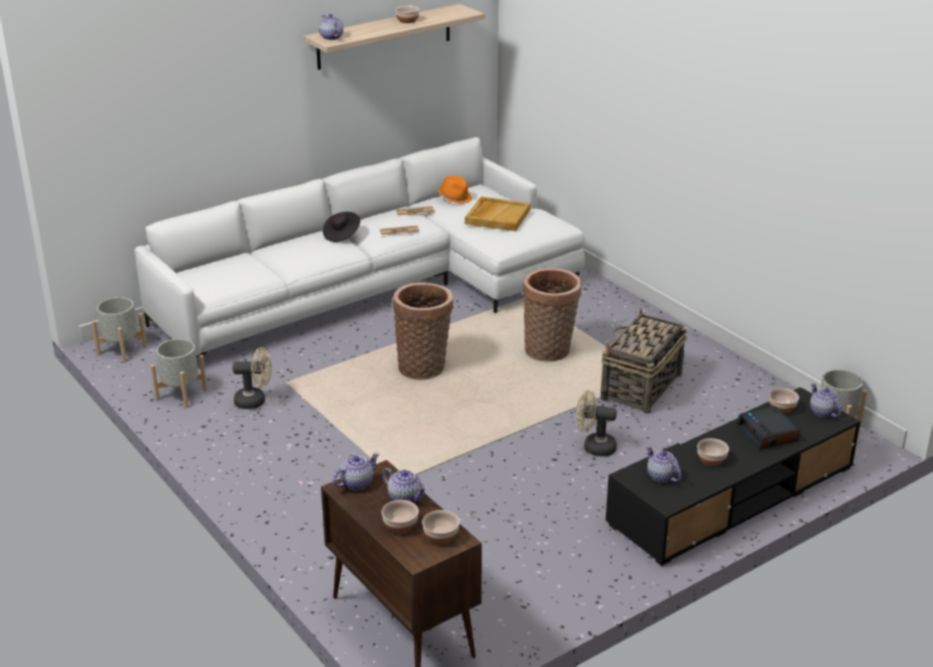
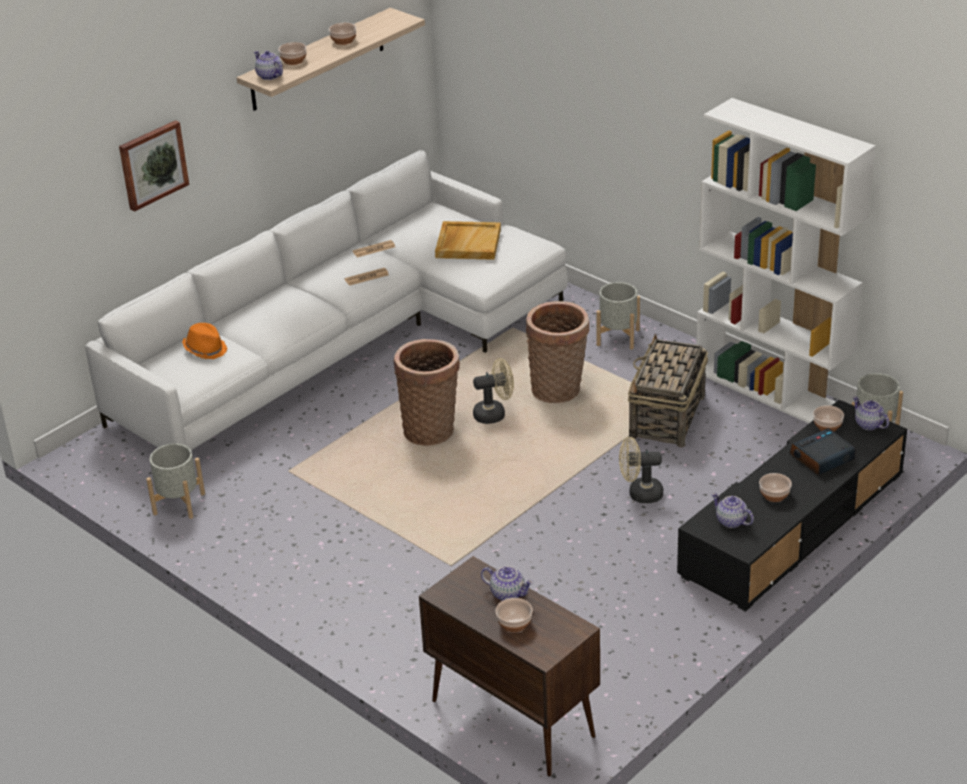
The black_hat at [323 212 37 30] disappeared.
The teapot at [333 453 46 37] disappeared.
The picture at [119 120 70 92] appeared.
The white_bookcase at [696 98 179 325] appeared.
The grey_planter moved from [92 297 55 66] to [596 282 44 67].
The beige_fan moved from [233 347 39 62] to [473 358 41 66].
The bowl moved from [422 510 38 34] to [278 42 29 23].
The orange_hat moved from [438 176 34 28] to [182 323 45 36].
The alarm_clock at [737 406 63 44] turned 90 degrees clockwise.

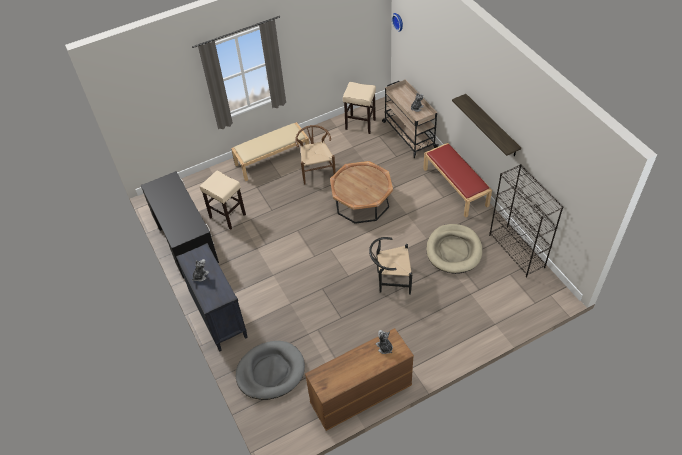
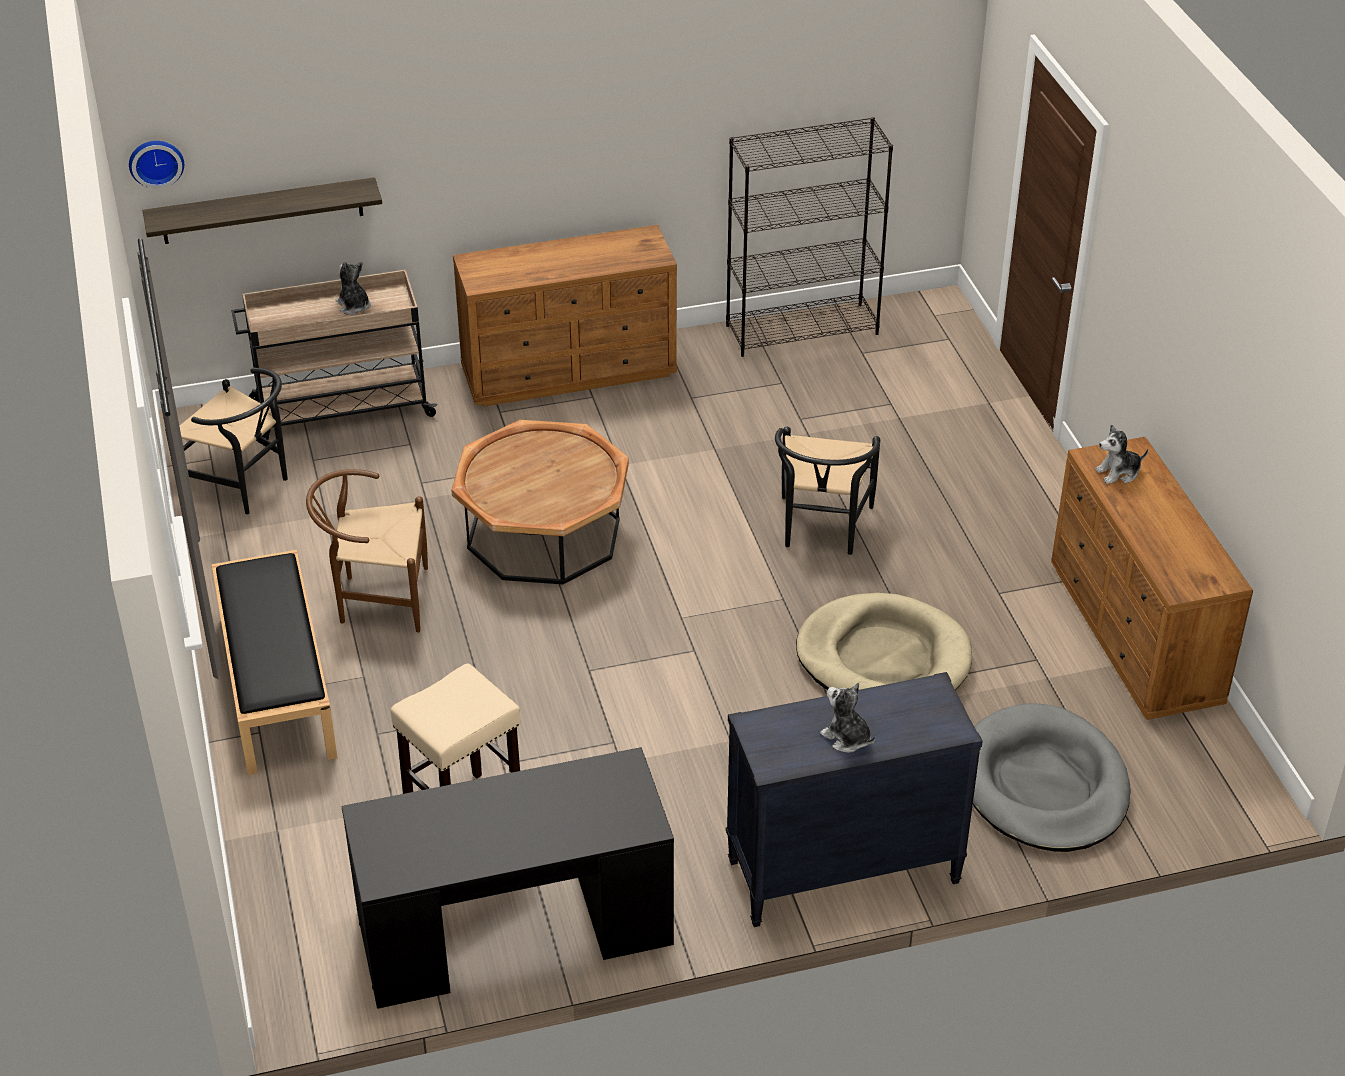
The beige_dog_bed moved from [426 224 56 50] to [796 593 176 97].
The shelf moved from [452 94 69 62] to [143 177 239 67].
The beige_stool at [343 82 33 52] was replaced by the black_chair at [165 368 123 147].
The red_bench at [423 143 69 75] was replaced by the brown_dresser at [453 225 224 182].
The beige_bench at [231 122 78 59] became the black_bench at [212 550 126 225].

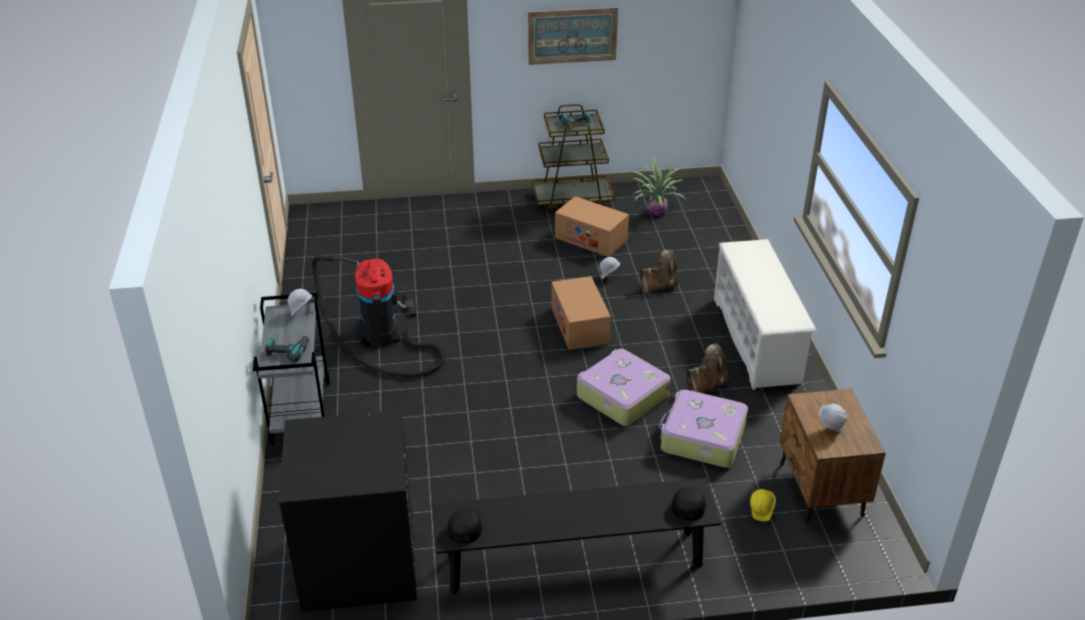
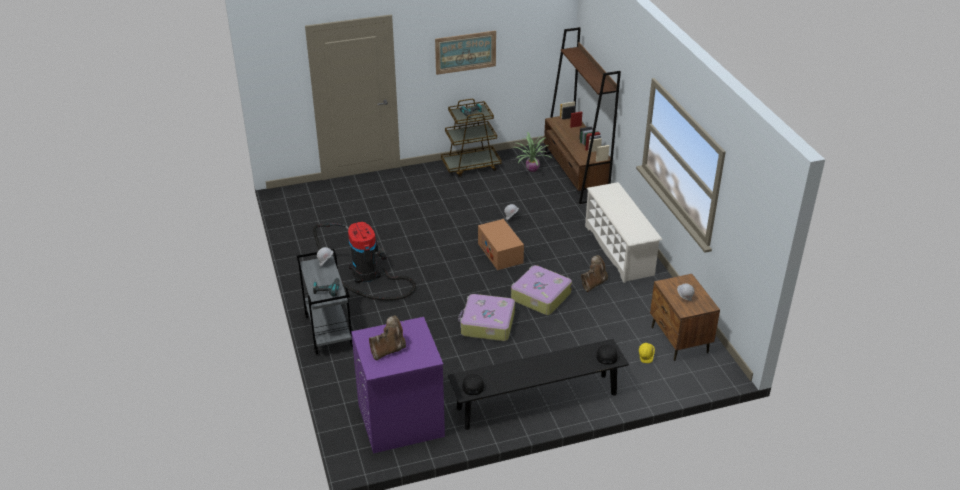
The cardboard_box at [555 196 74 61] disappeared.
The brown_bookcase at [544 27 77 177] appeared.
The brown_boot moved from [640 249 39 46] to [369 315 37 45].
The suitcase moved from [659 390 89 78] to [458 294 57 47].
The black_washing_machine at [278 410 139 202] became the purple_washing_machine at [351 317 94 136].

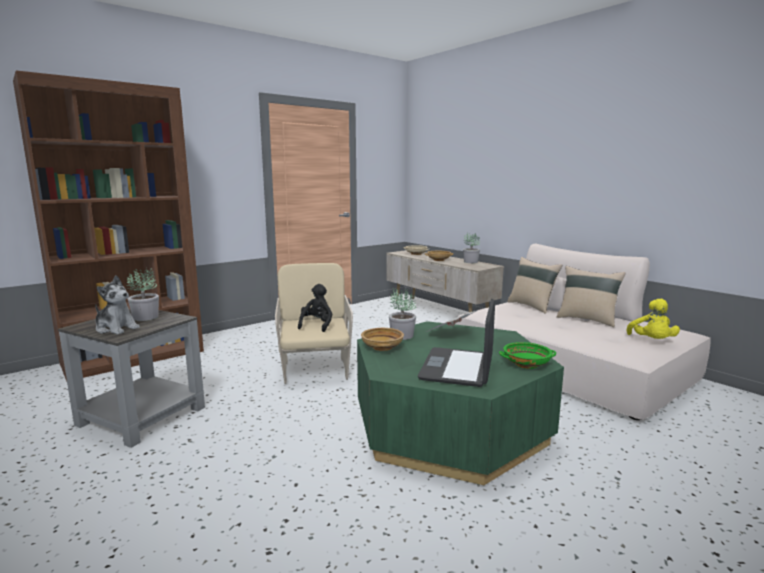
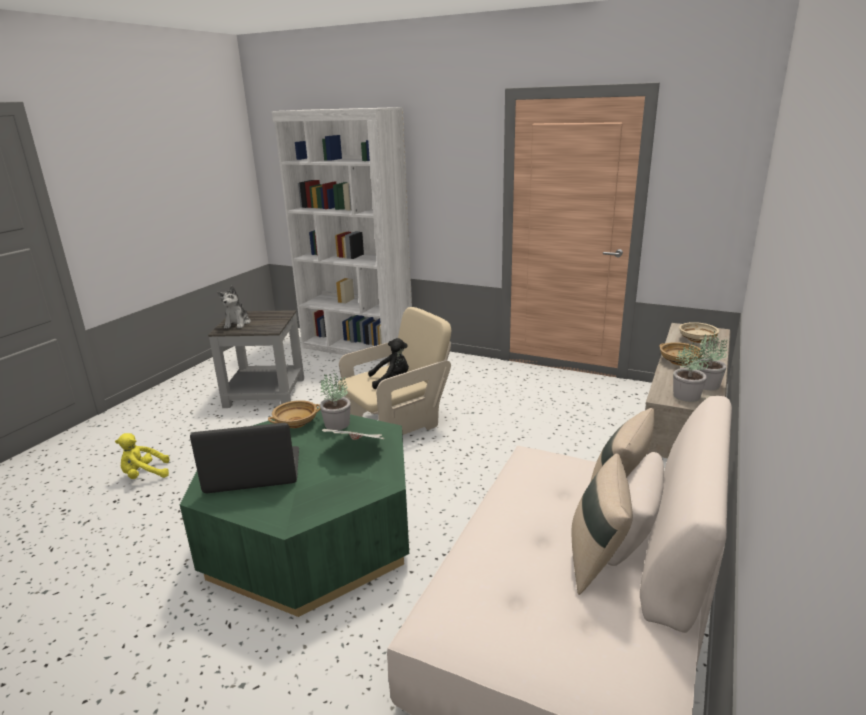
The green_bowl at [499 342 57 27] disappeared.
The potted_plant moved from [127 268 32 53] to [673 343 36 59].
The yellow_plush_toy moved from [627 299 53 40] to [115 433 54 46].
The brown_bookcase at [13 70 191 311] became the white_bookcase at [272 107 140 257].

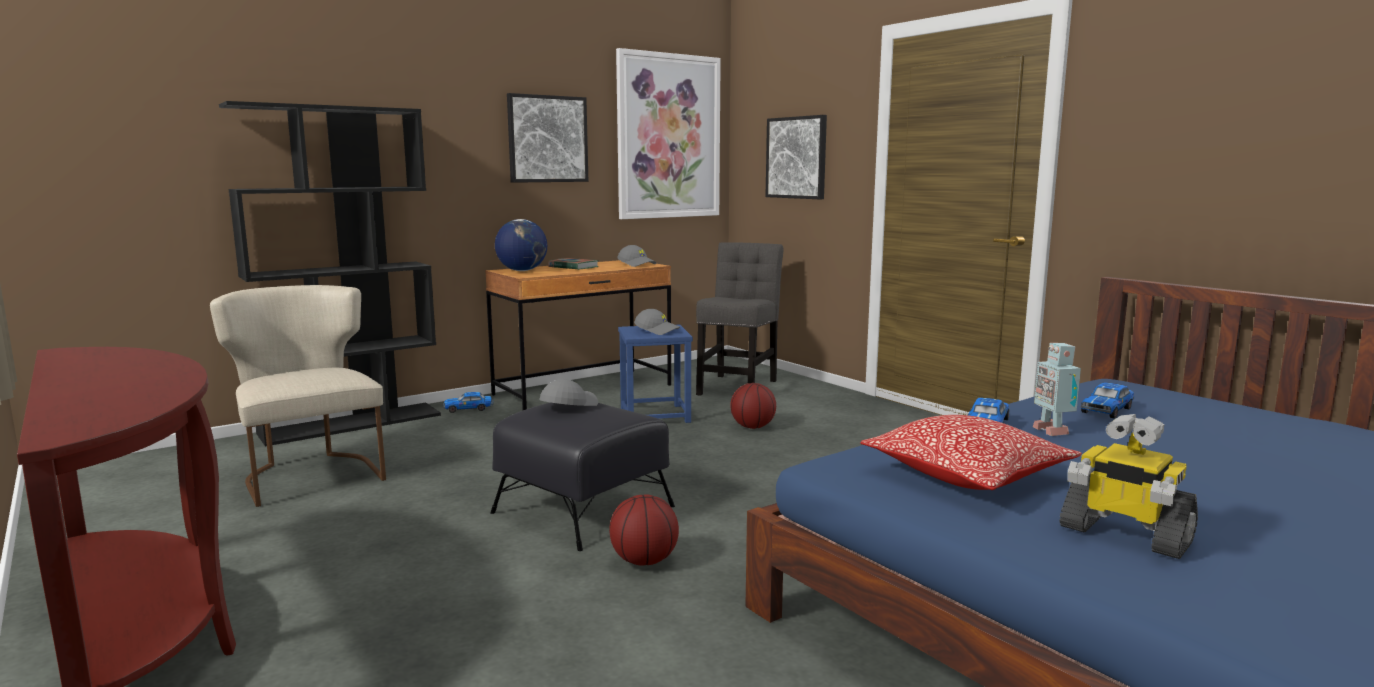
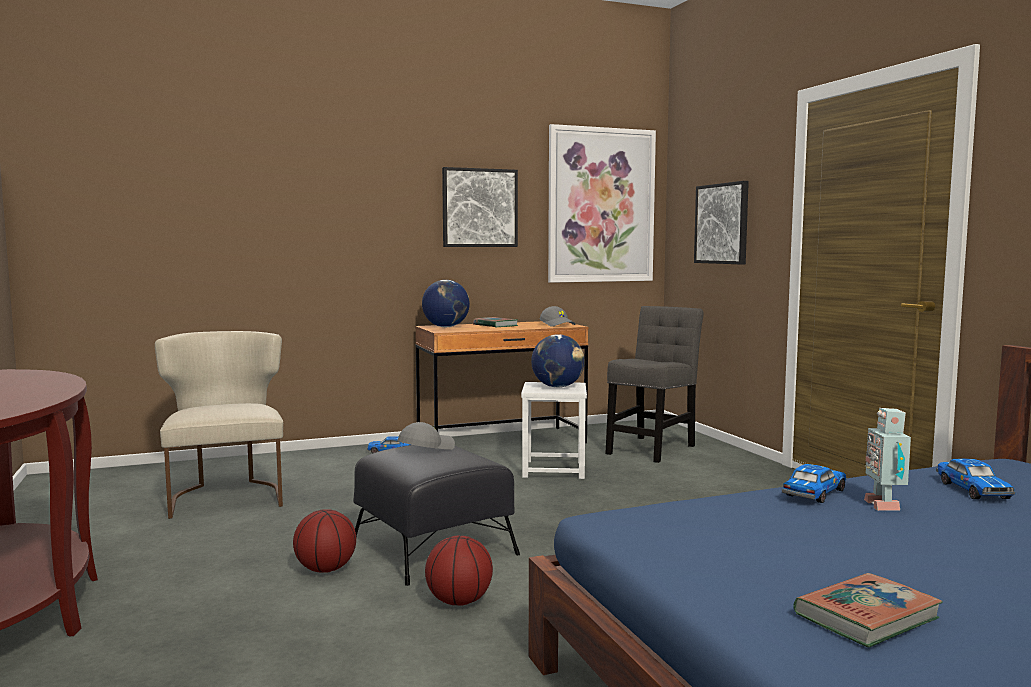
The black_bookcase at [219 101 222 345] disappeared.
The pillow at [860 415 222 75] disappeared.
The basketball moved from [730 383 46 46] to [293 509 63 64].
The grey_cap at [634 309 46 26] was replaced by the globe at [531 334 54 54].
The toy_robot at [1060 414 138 145] was replaced by the book at [793 573 150 74].
The blue_stool at [618 325 75 98] became the white_stool at [521 382 66 97].
The toy_car at [1081 382 53 37] turned 60 degrees counterclockwise.

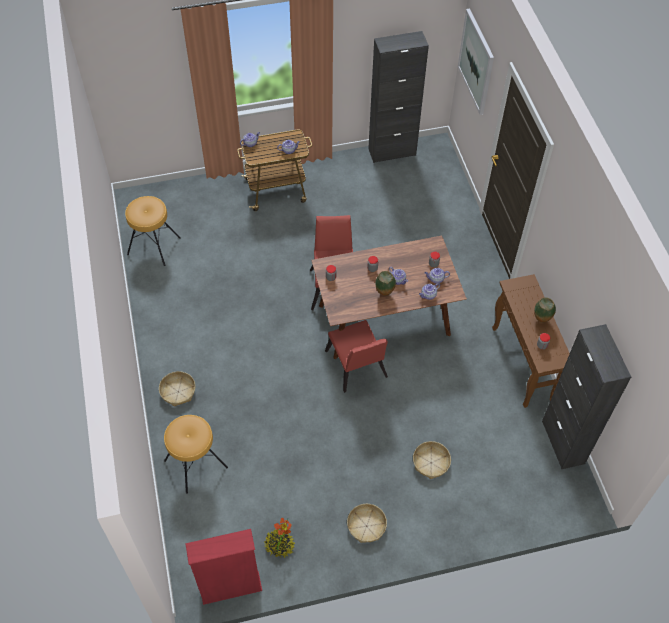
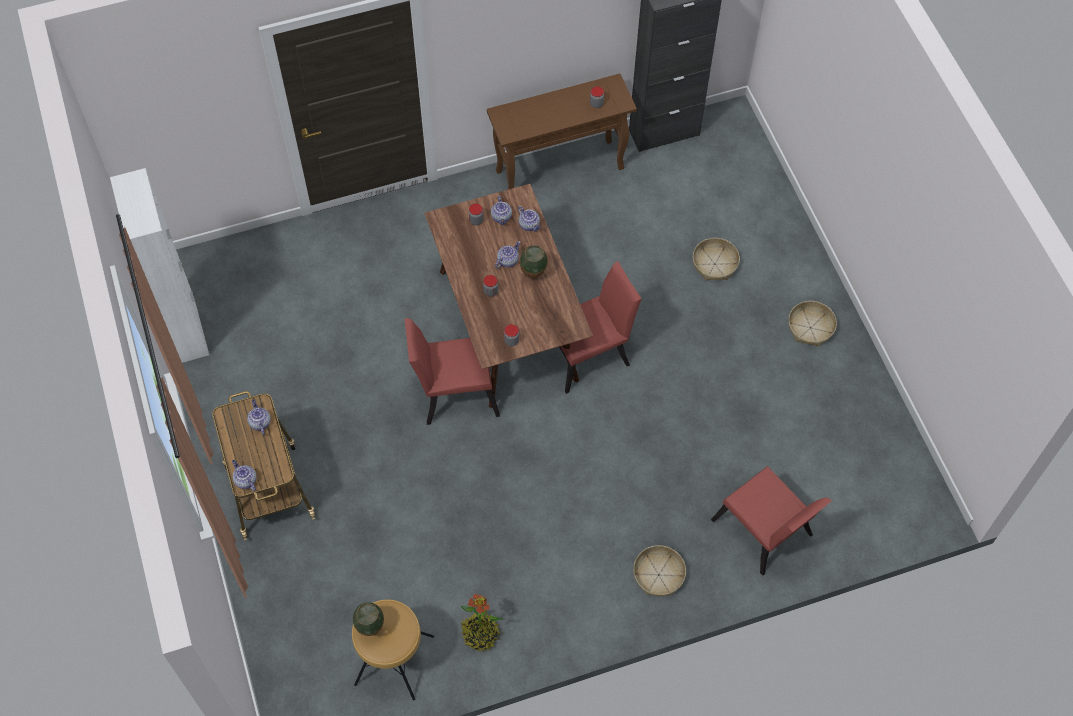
The red_bookcase at [185 529 77 76] disappeared.
The picture at [458 9 36 106] disappeared.
The potted_plant moved from [264 518 31 40] to [461 594 42 57].
The vase moved from [534 298 22 25] to [353 602 31 34].
The brown_stool at [164 415 64 79] was replaced by the red_chair at [711 466 121 110].
The black_cabinet at [368 31 61 132] became the white_cabinet at [110 168 99 195].

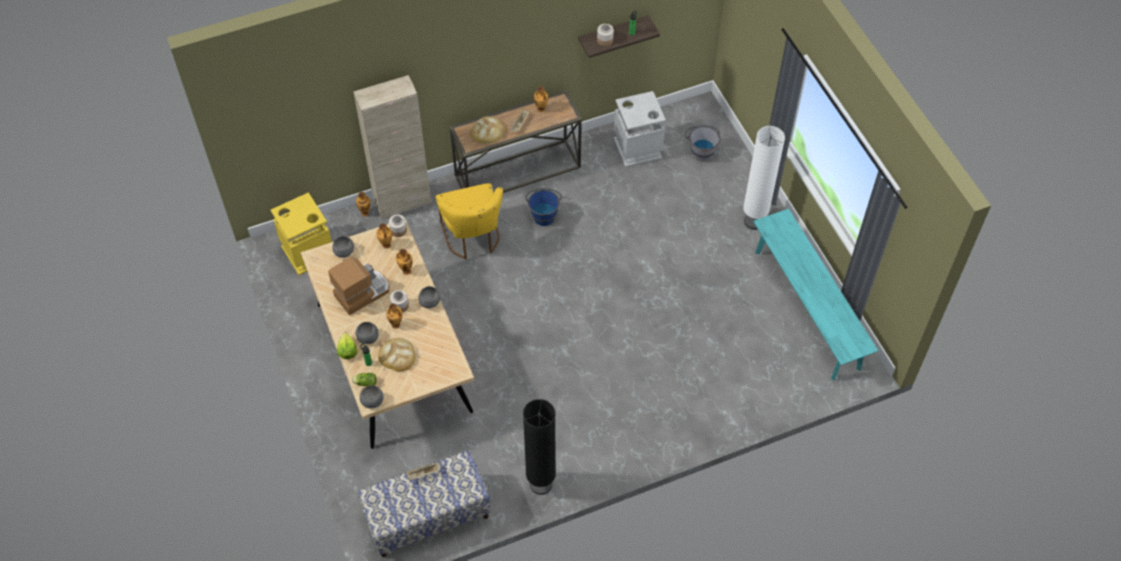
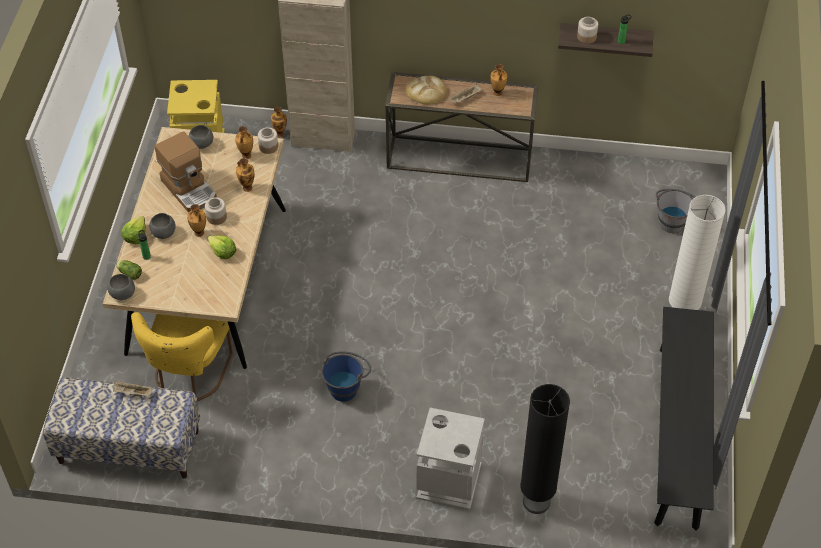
The bread at [378 338 38 34] disappeared.
The grey_bowl at [419 286 22 23] disappeared.
The lettuce at [207 235 30 24] appeared.
The yellow_chair moved from [435 183 68 77] to [131 312 102 90].
The black_floor_lamp moved from [523 399 33 96] to [520 384 50 130].
The blue_bucket moved from [525 188 37 38] to [321 351 50 51].
The grey_trash_can moved from [614 91 52 76] to [416 408 69 102].
The turquoise_bench at [753 209 125 172] became the black_bench at [654 307 60 224].
The coffee_machine at [328 257 62 58] turned 60 degrees clockwise.

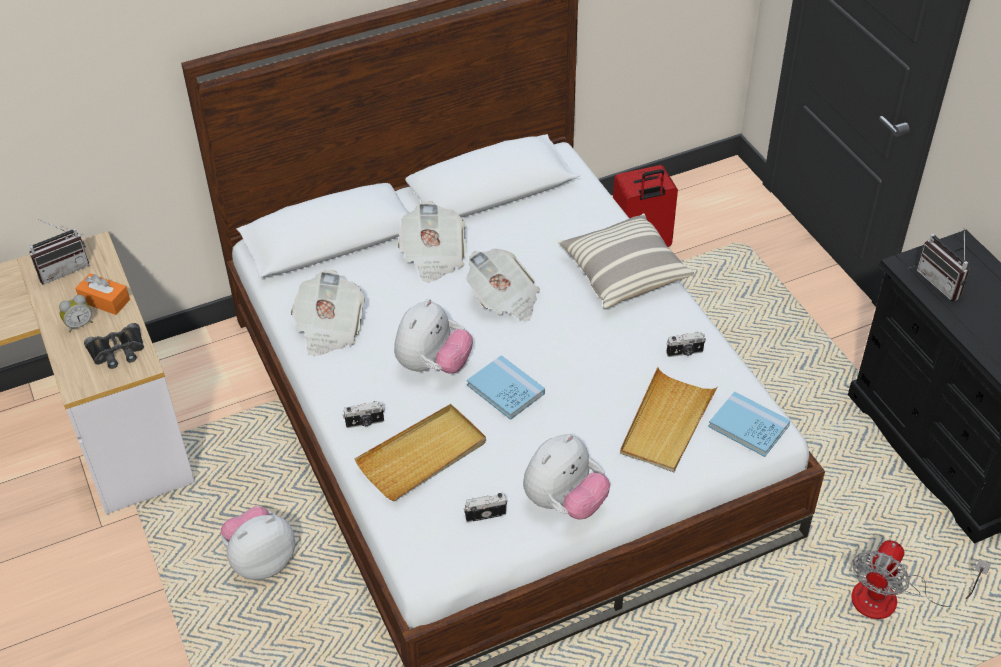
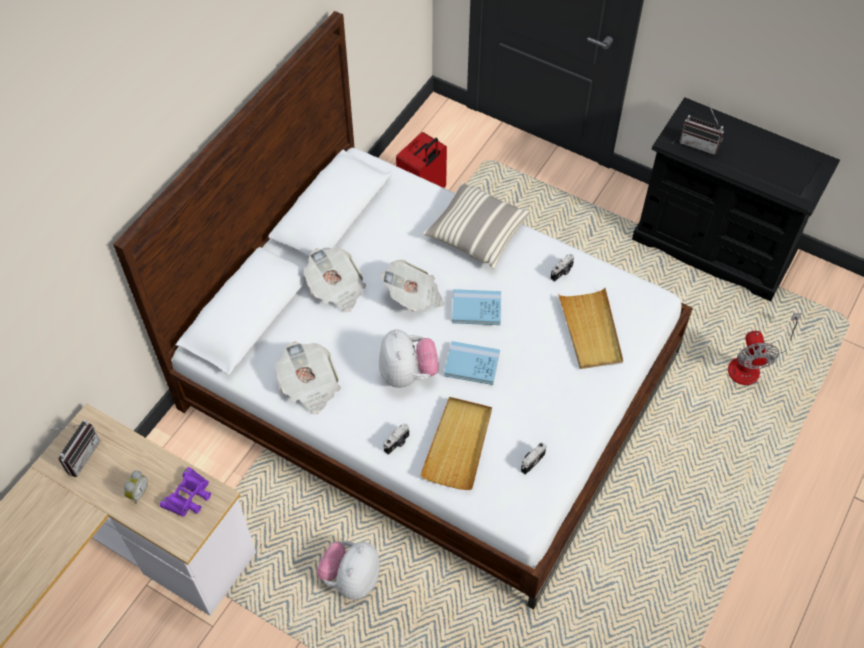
The orange_tissue_box at [75 273 55 42] disappeared.
The plush_toy at [523 434 87 86] disappeared.
The blue_book moved from [708 391 82 66] to [452 289 49 36].
The black_binoculars at [84 323 60 46] became the purple_binoculars at [160 467 51 50].

